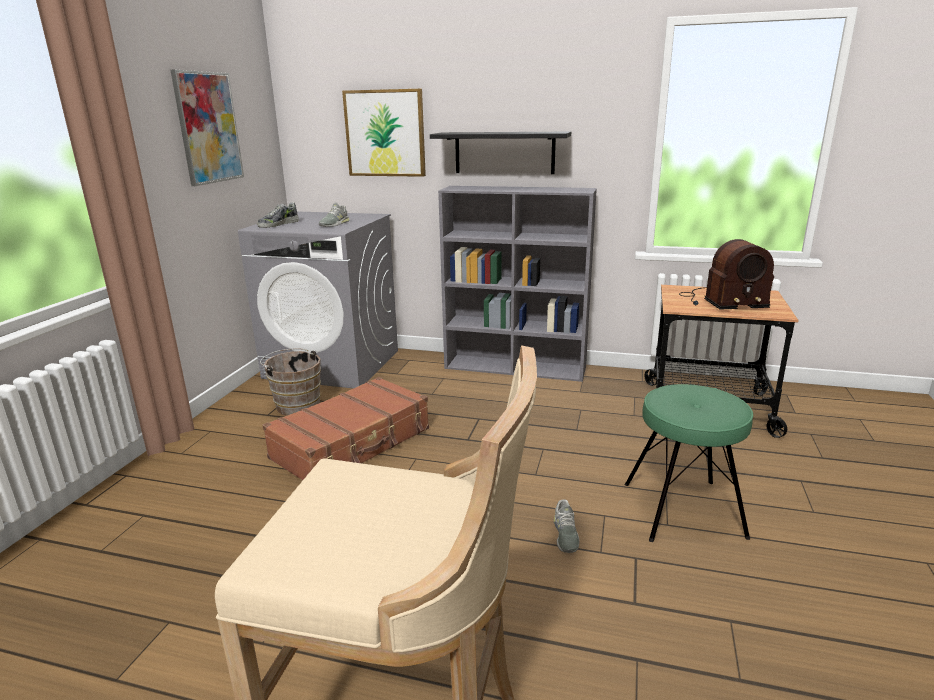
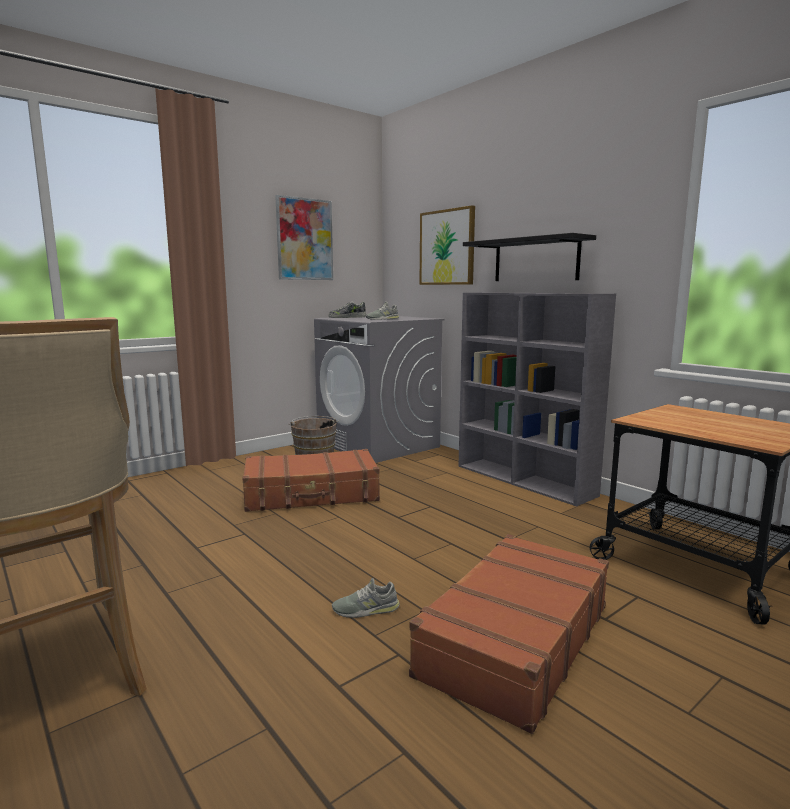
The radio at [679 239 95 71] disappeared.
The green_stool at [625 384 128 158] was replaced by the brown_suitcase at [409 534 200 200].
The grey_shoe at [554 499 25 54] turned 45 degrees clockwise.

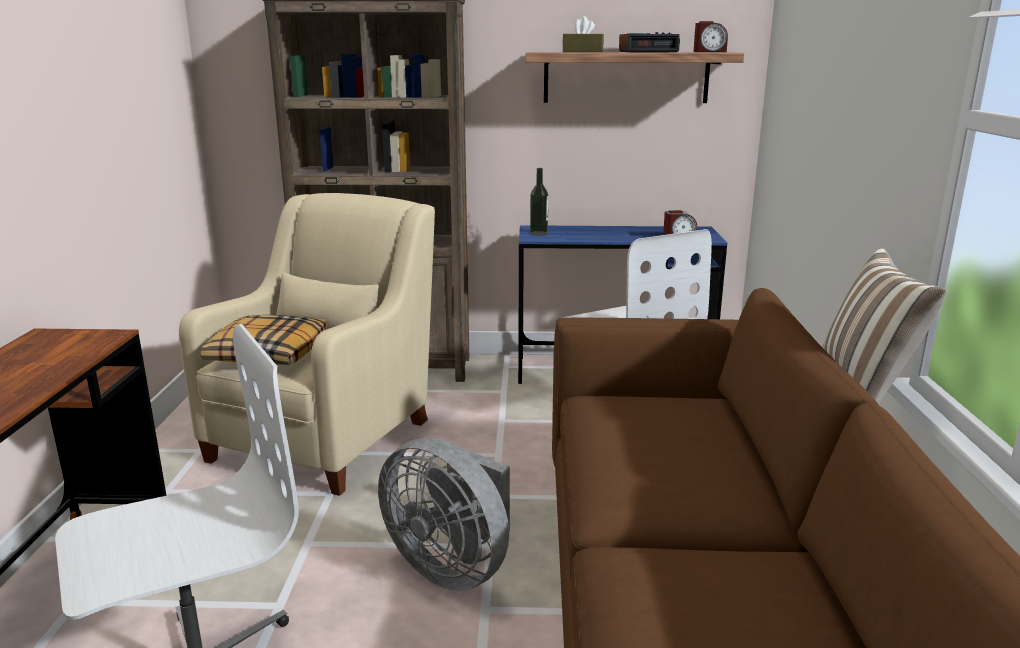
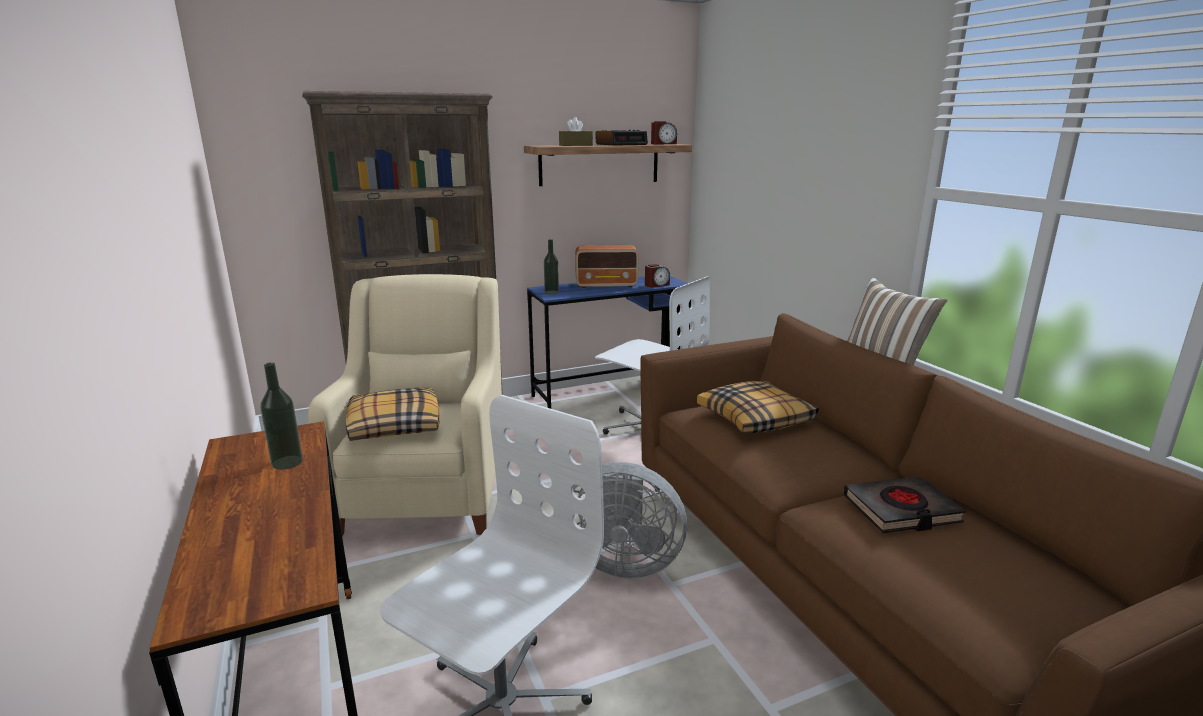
The bottle at [260 362 43 108] appeared.
The radio at [575 245 63 43] appeared.
The pillow at [697 381 122 52] appeared.
The black_book at [843 476 123 57] appeared.

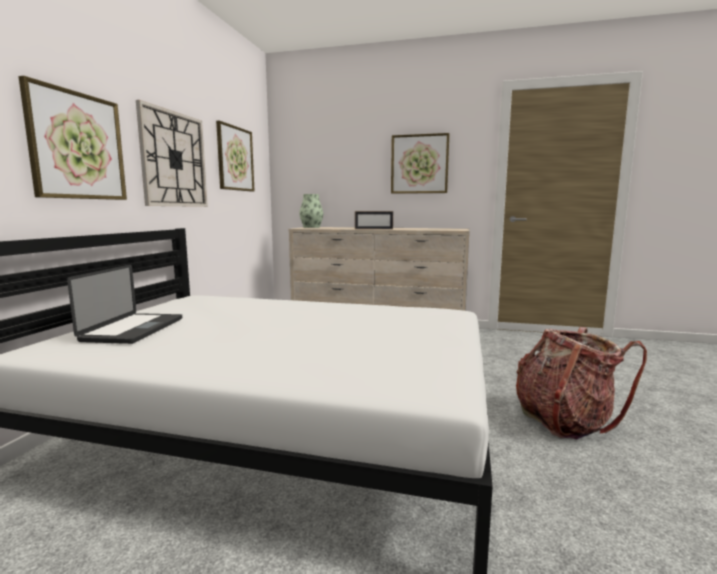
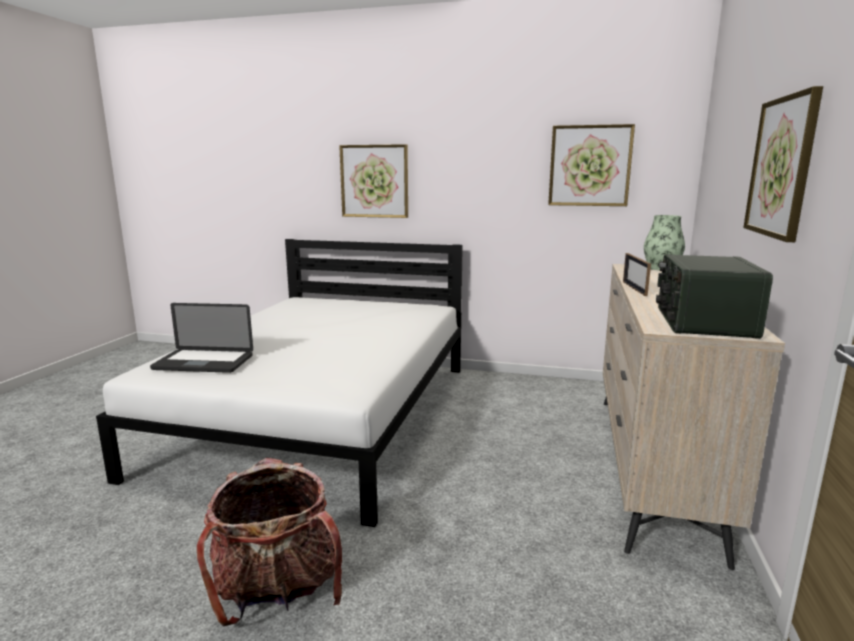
The wall_clock at [136 100 72 107] disappeared.
The radio at [656 254 117 85] appeared.
The laptop moved from [67 265 115 79] to [150 303 103 70].

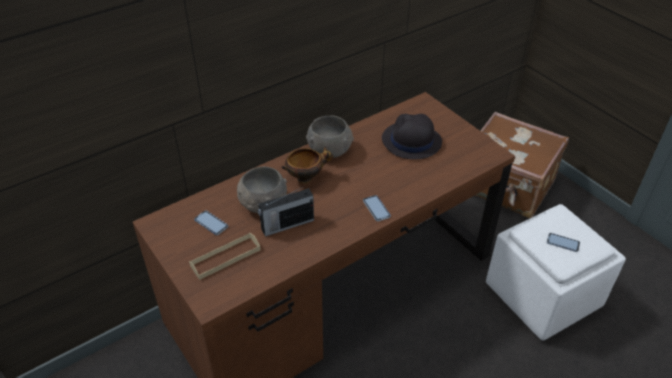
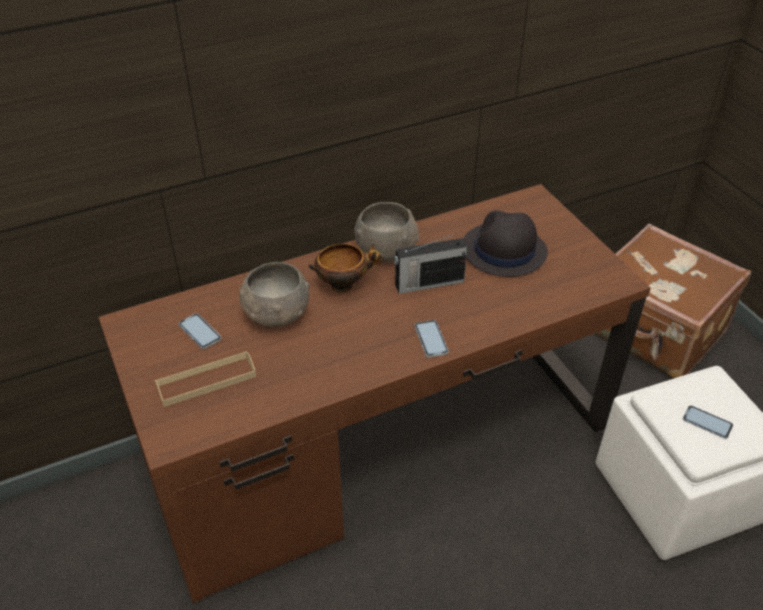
The radio moved from [258 187 56 50] to [393 233 74 61].

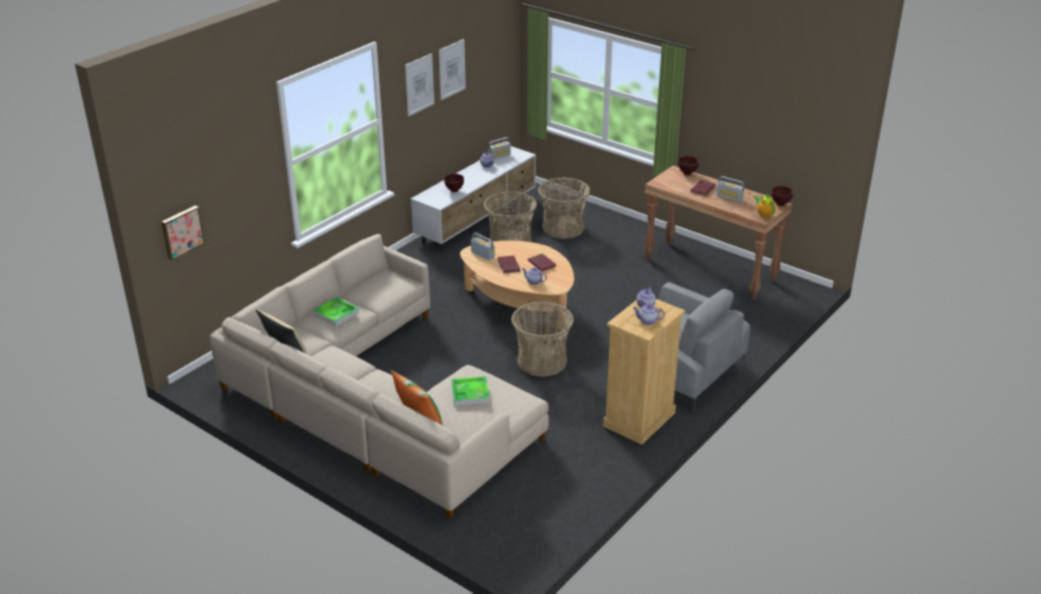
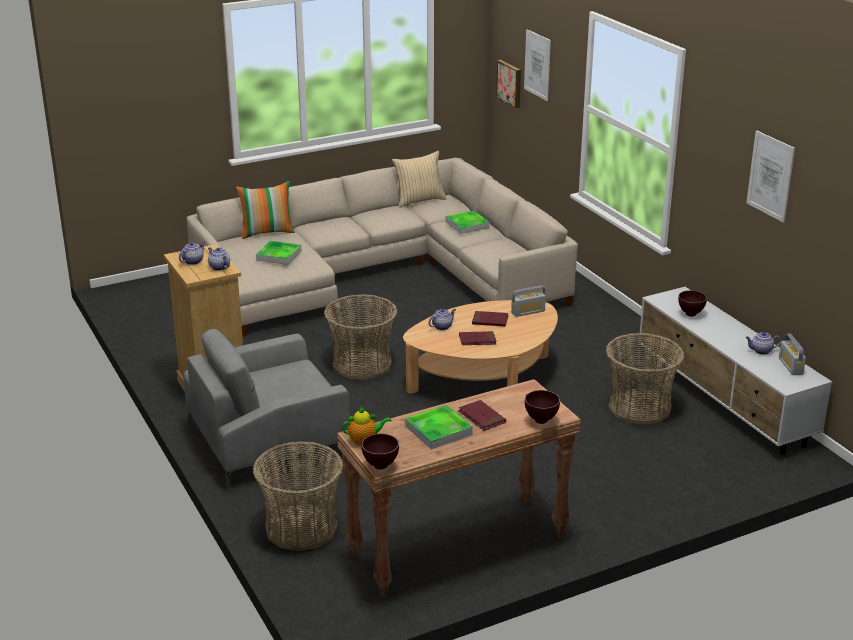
The picture moved from [405 54 29 62] to [524 29 27 72].
The basket moved from [538 178 52 61] to [253 442 90 109].
The radio at [717 176 27 26] was replaced by the tray at [405 405 68 44].

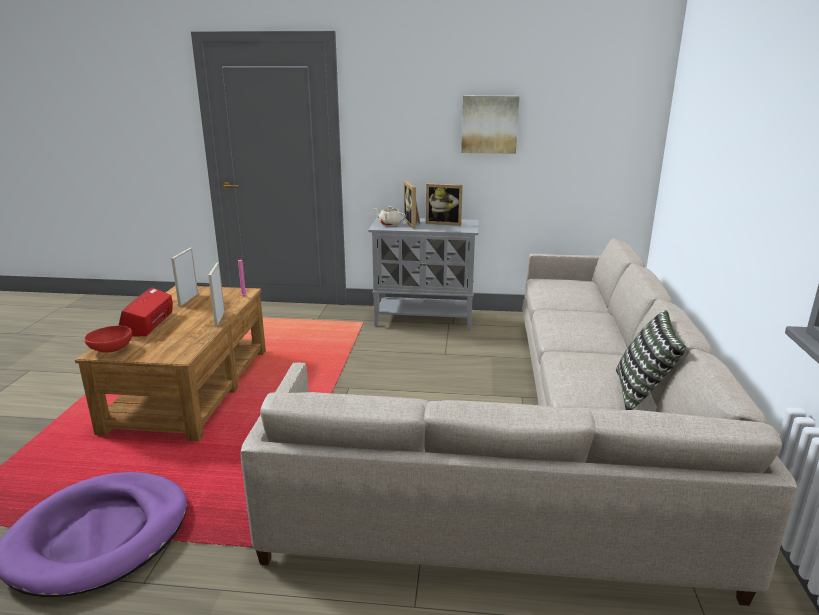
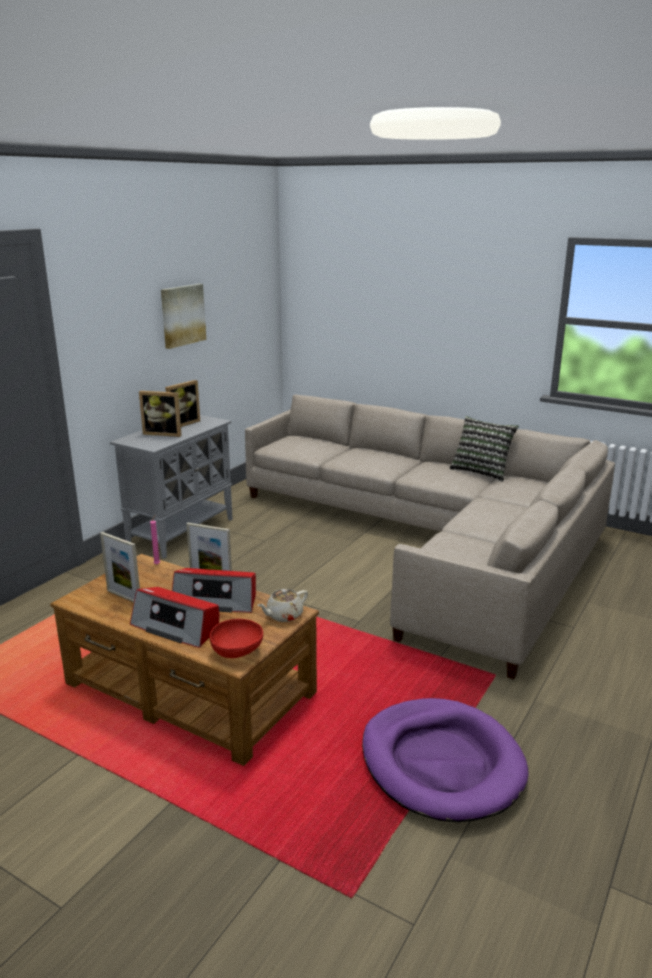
The radio at [172 568 84 45] appeared.
The beige_teapot moved from [374 206 32 20] to [257 589 51 33].

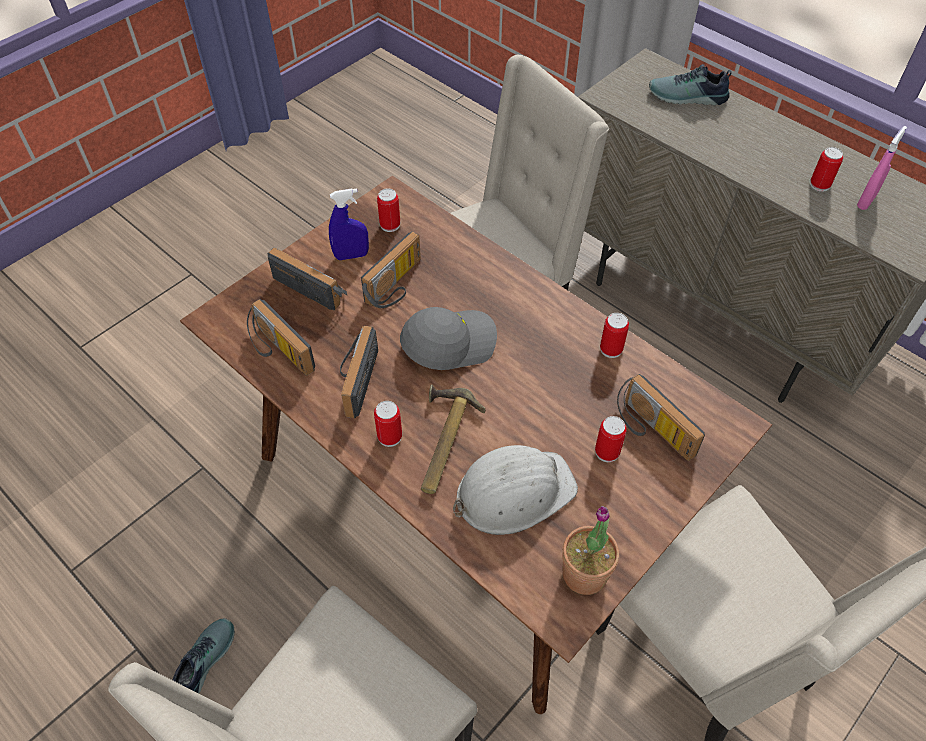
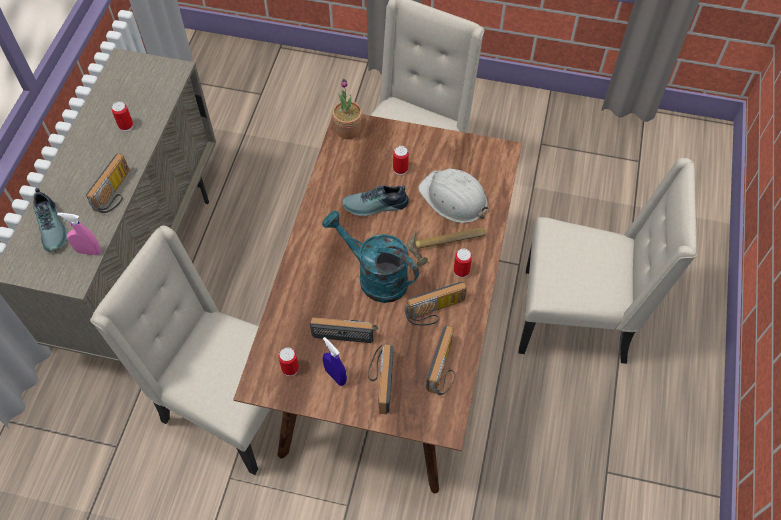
The can at [600 313 29 45] disappeared.
The shoe moved from [173 618 62 75] to [342 185 67 31].
The potted_plant moved from [562 506 57 89] to [332 79 30 60].
The radio moved from [617 374 88 87] to [86 153 44 60].
The pink_spray_bottle moved from [857 126 50 84] to [57 213 44 42].
The grey_cap at [400 307 97 63] was replaced by the turquoise_watering_can at [322 211 97 92].

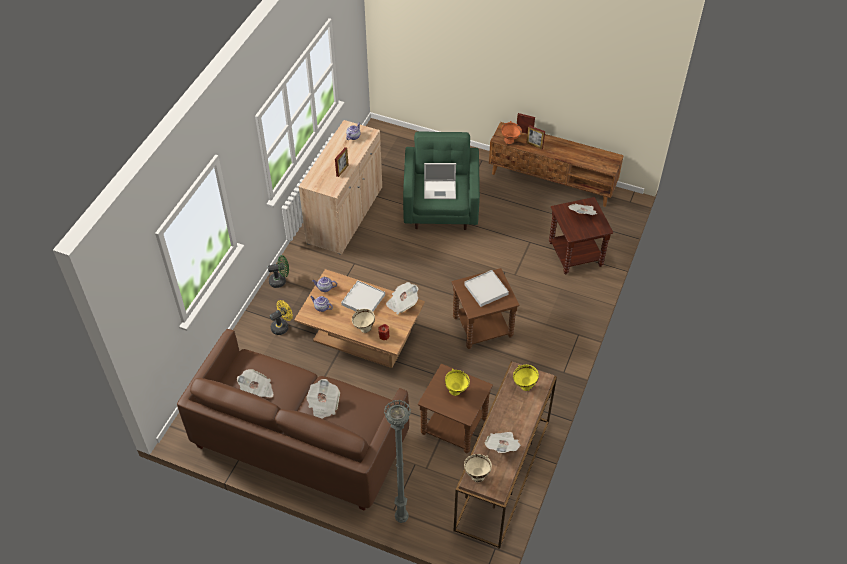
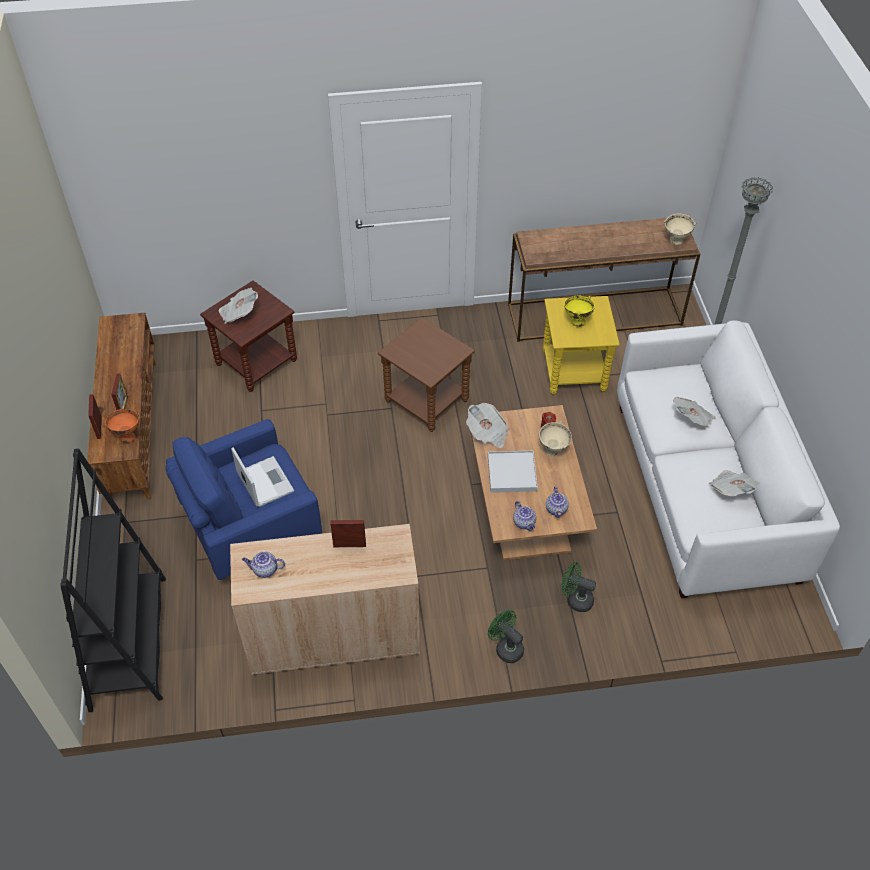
The white_tray at [464 270 45 37] disappeared.
The newspaper at [485 432 36 21] disappeared.
The yellow_bowl at [513 365 26 26] disappeared.
The black_bookcase at [60 448 106 264] appeared.
The brown_sofa at [177 329 232 182] became the white_sofa at [617 320 223 279].
The yellow_fan at [270 300 23 35] became the green_fan at [562 562 34 50].
The green_armchair at [403 132 77 98] became the blue_armchair at [166 419 156 161].
The brown_side_table at [418 364 75 89] became the yellow_side_table at [542 296 78 99].

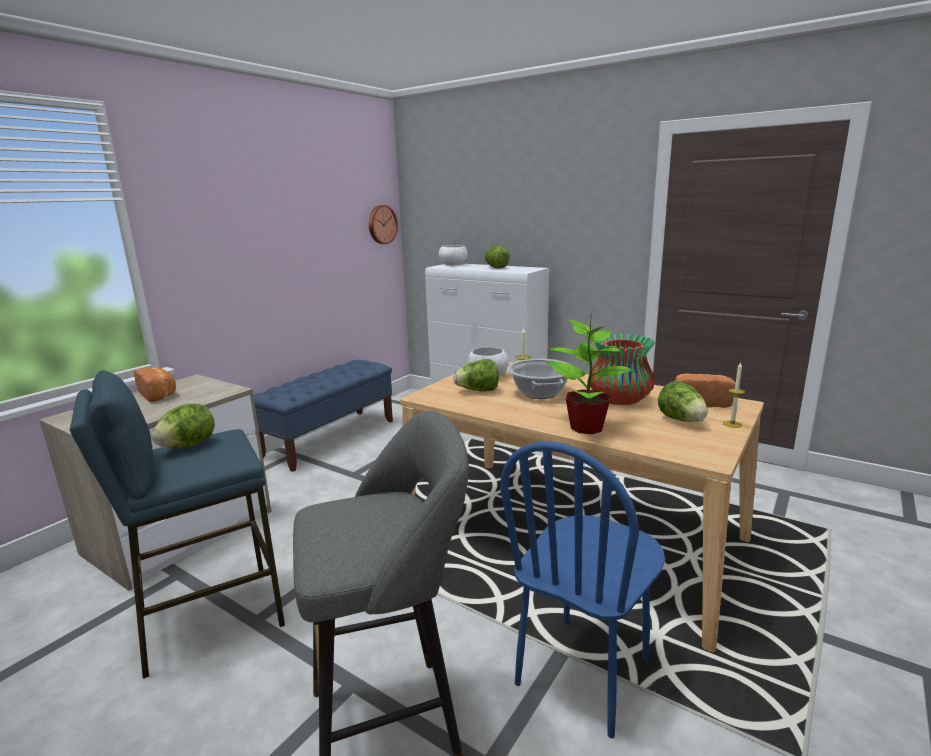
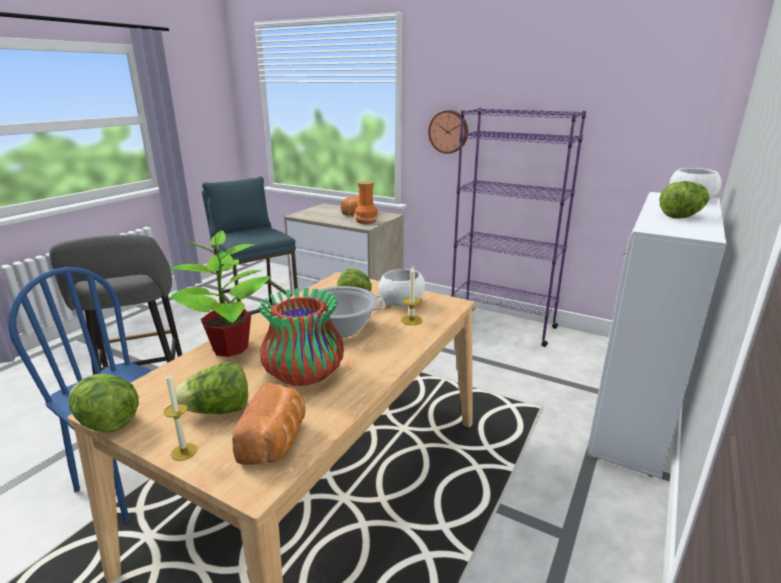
The vase at [354 181 24 43] appeared.
The lettuce moved from [152 404 63 44] to [69 374 70 58].
The wall_clock moved from [369 205 29 39] to [428 110 40 44].
The blue_bench at [253 360 140 112] was replaced by the purple_bookcase at [451 108 135 239].

